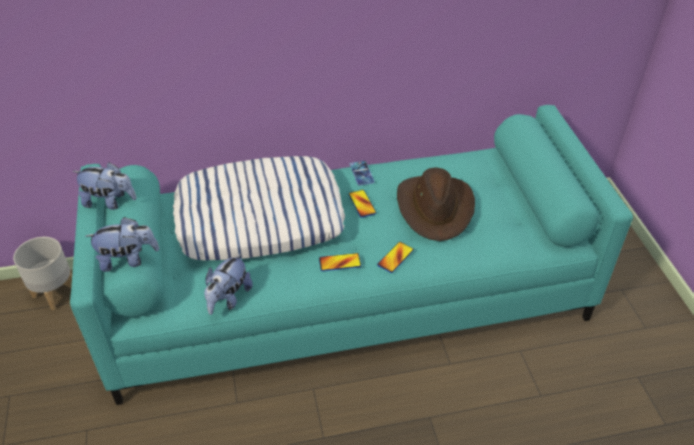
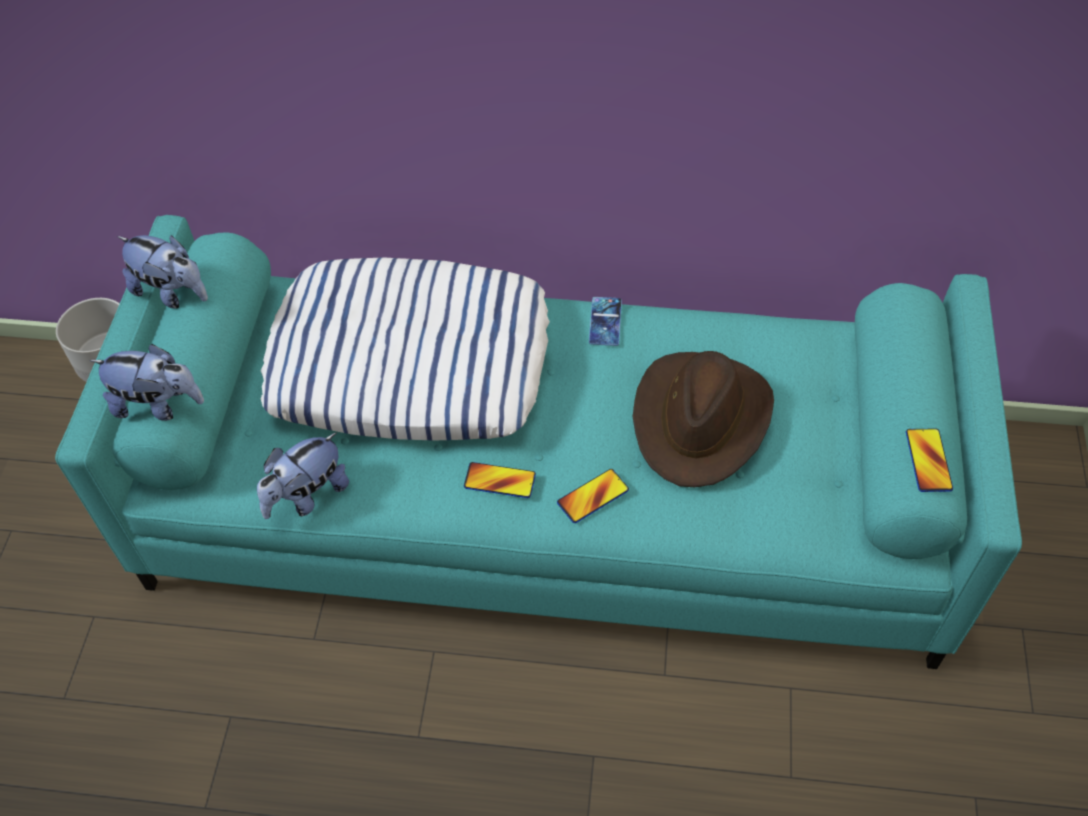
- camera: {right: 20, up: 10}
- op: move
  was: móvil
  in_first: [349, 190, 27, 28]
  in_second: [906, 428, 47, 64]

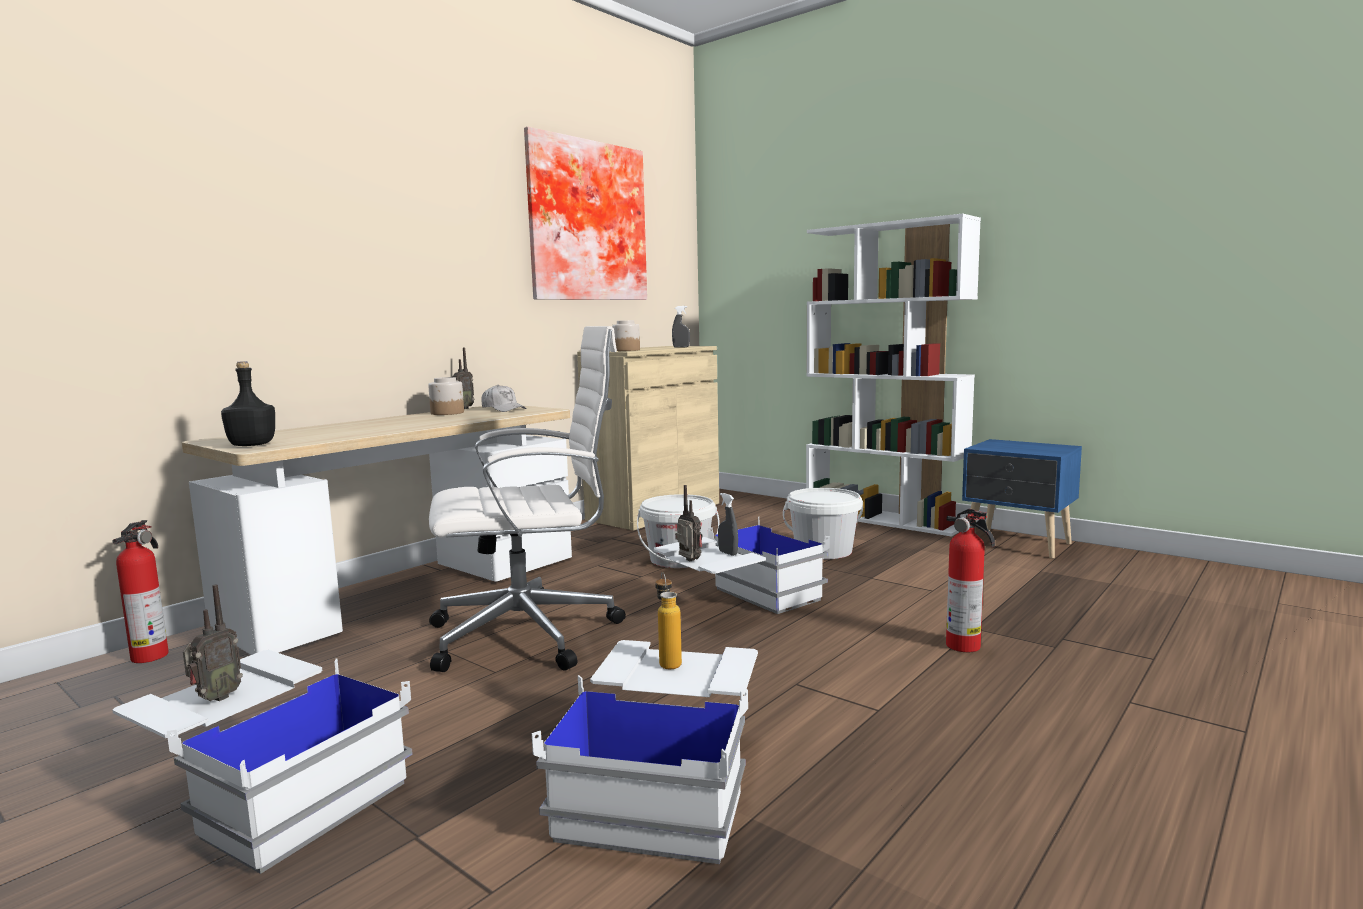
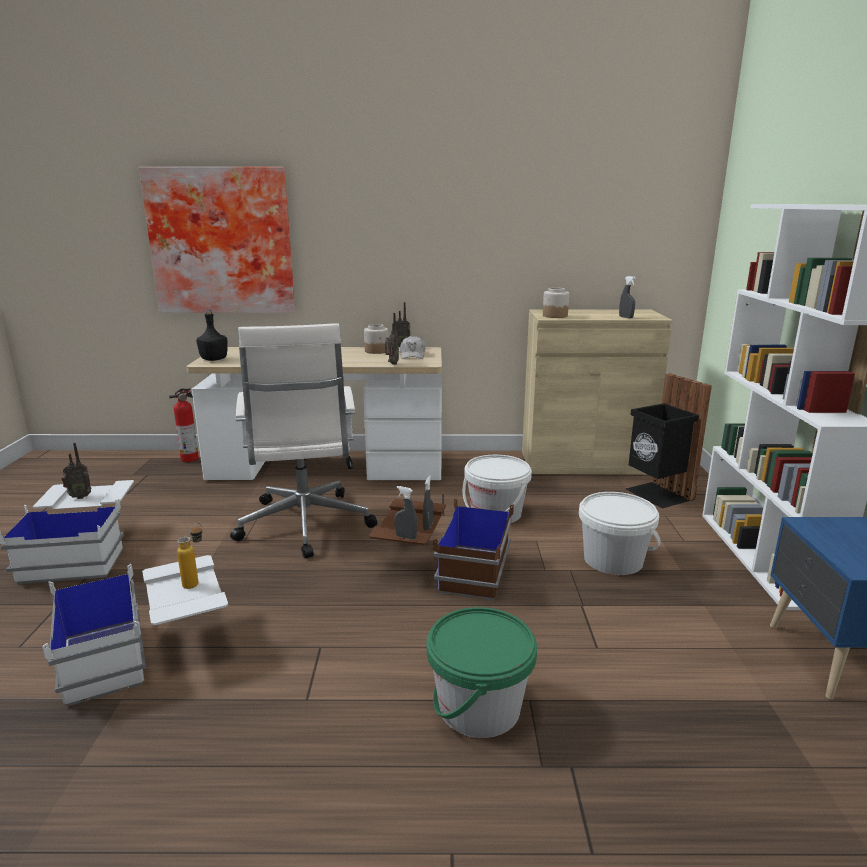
- camera: {right: 50, up: 10}
- op: move
  was: cuadro
  in_first: [524, 127, 123, 173]
  in_second: [139, 167, 156, 146]
- op: rotate
  was: silla de oficina/blanco
  in_first: [429, 326, 197, 346]
  in_second: [230, 323, 147, 235]
  clockwise: 45
- op: move
  was: radio
  in_first: [675, 485, 27, 76]
  in_second: [385, 313, 14, 52]
- op: replace
  was: extintor
  now: cubo/verde
  in_first: [946, 509, 49, 143]
  in_second: [427, 607, 110, 131]
- op: recolor
  was: caja de almacenaje/blanco
  now: caja de almacenaje/marrón
  in_first: [653, 516, 177, 98]
  in_second: [369, 498, 145, 102]
- op: insert
  now: papelera/negro
  in_second: [626, 373, 86, 136]
- op: insert
  now: pulverizador/gris
  in_second: [394, 486, 23, 54]

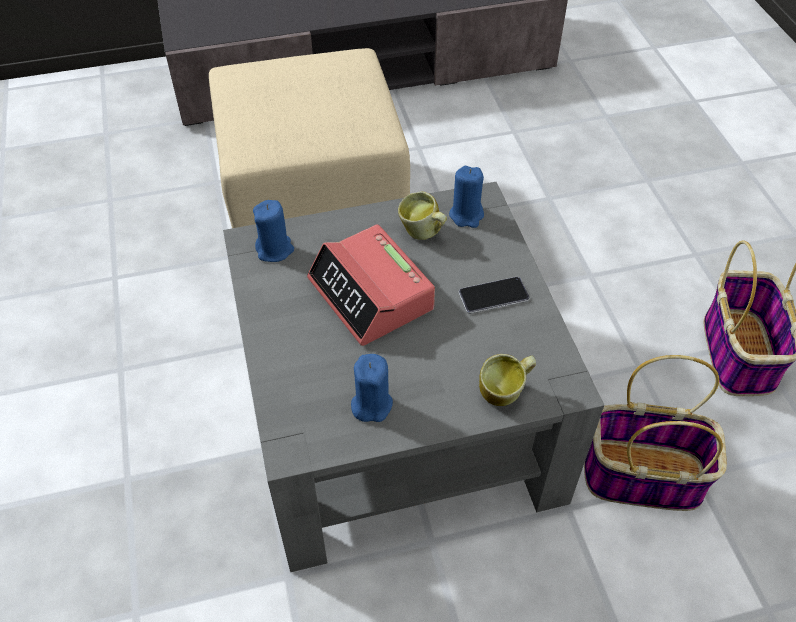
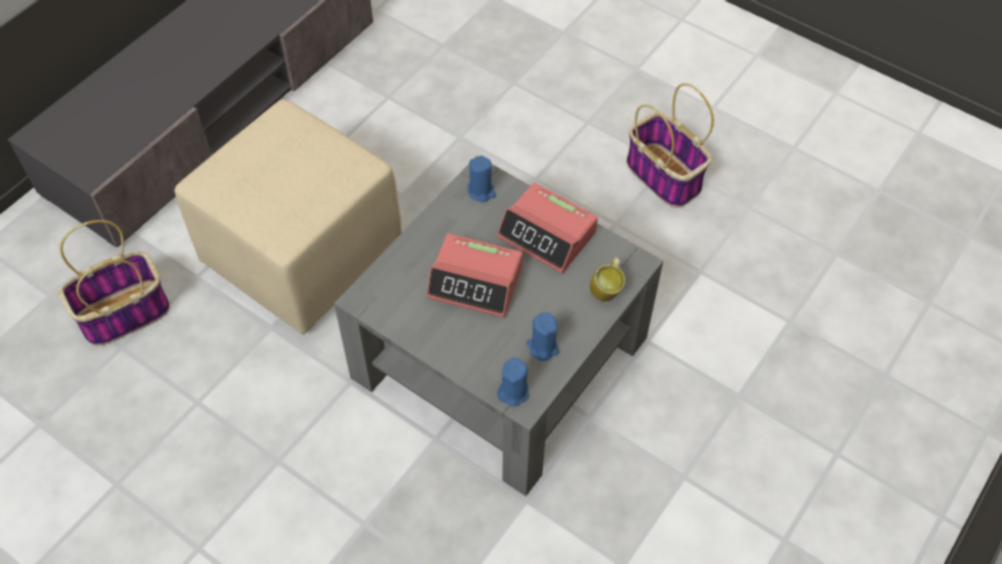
- camera: {right: -40, up: 5}
- op: delete
  was: taza grande
  in_first: [398, 191, 49, 49]
- op: move
  was: vela/azul
  in_first: [253, 200, 41, 62]
  in_second: [497, 358, 32, 49]
- op: replace
  was: móvil
  now: despertador
  in_first: [459, 277, 70, 37]
  in_second: [497, 183, 101, 90]
- op: move
  was: cesta
  in_first: [584, 355, 143, 156]
  in_second: [58, 220, 112, 126]

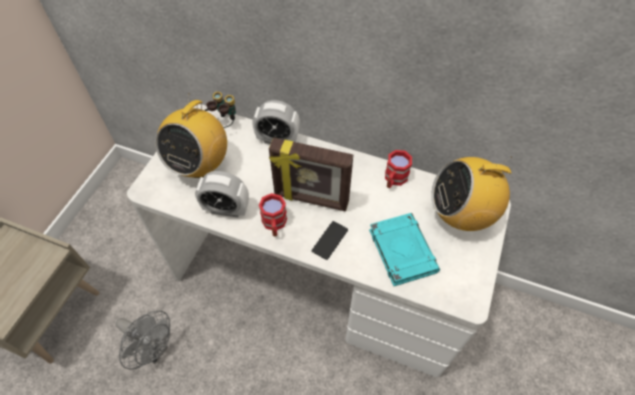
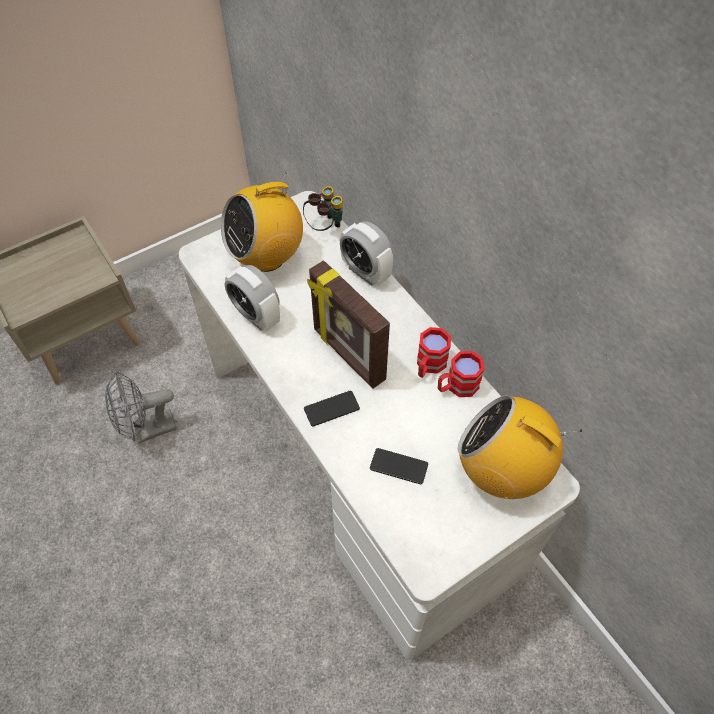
- camera: {right: 35, up: 0}
- op: move
  was: taza grande/rojo
  in_first: [259, 193, 28, 43]
  in_second: [417, 327, 34, 51]
- op: replace
  was: libro/turquesa
  now: móvil
  in_first: [369, 213, 71, 73]
  in_second: [370, 448, 58, 36]
- op: rotate
  was: ventilador/gris
  in_first: [115, 310, 55, 60]
  in_second: [105, 371, 72, 72]
  clockwise: 90

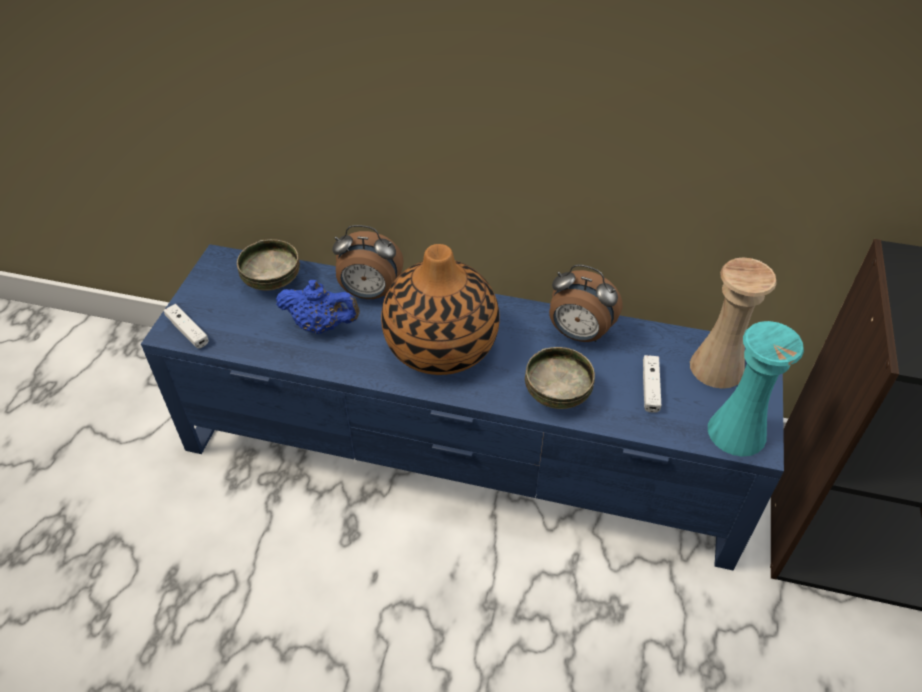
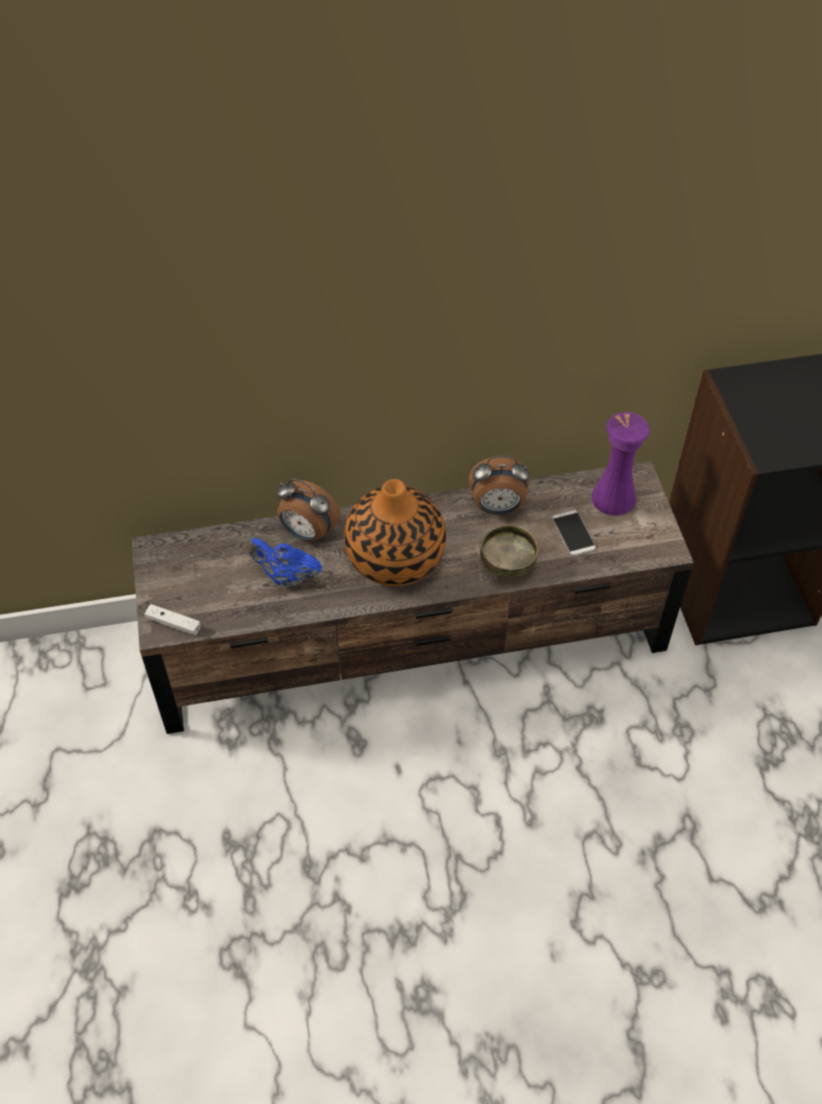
- camera: {right: -25, up: 5}
- op: rotate
  was: despertador
  in_first: [332, 225, 72, 74]
  in_second: [277, 479, 64, 63]
  clockwise: 45
- op: delete
  was: cuenco
  in_first: [237, 239, 63, 51]
- op: recolor
  was: mueble de televisión/azul
  now: mueble de televisión/marrón
  in_first: [141, 244, 643, 327]
  in_second: [132, 461, 562, 273]
- op: recolor
  was: florero/beis
  now: florero/morado
  in_first: [690, 257, 87, 132]
  in_second: [591, 412, 59, 104]
- op: rotate
  was: tetera/azul
  in_first: [276, 280, 84, 54]
  in_second: [248, 538, 74, 49]
  clockwise: -150
- op: delete
  was: florero/turquesa
  in_first: [708, 321, 96, 136]
- op: replace
  was: mando de consola/blanco
  now: móvil
  in_first: [643, 355, 18, 58]
  in_second: [552, 510, 44, 46]

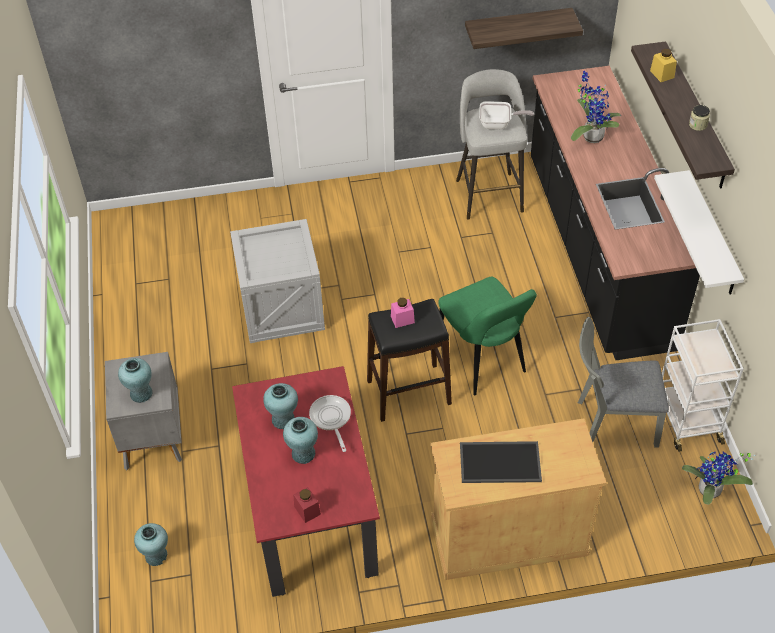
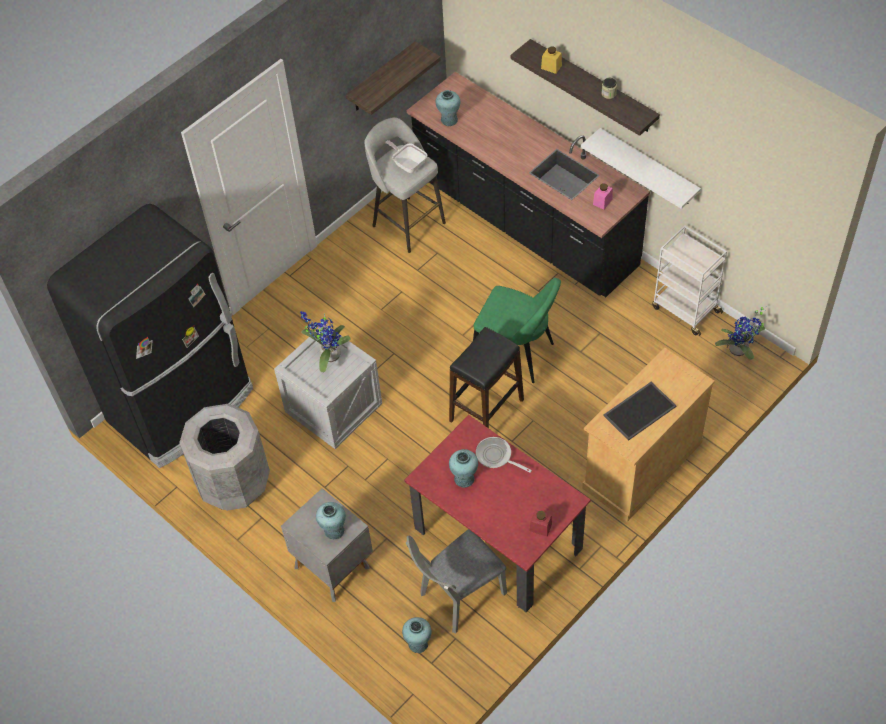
- camera: {right: -35, up: 5}
- op: move
  was: planta en maceta
  in_first: [571, 71, 50, 72]
  in_second: [300, 311, 51, 61]
- op: rotate
  was: sartén
  in_first: [479, 101, 55, 28]
  in_second: [385, 140, 42, 33]
  clockwise: -105
- op: move
  was: tarro/rosa
  in_first: [391, 298, 24, 30]
  in_second: [593, 183, 20, 27]
- op: move
  was: silla/gris
  in_first: [578, 317, 91, 131]
  in_second: [406, 529, 101, 105]
- op: move
  was: florero/turquesa
  in_first: [283, 417, 35, 47]
  in_second: [436, 90, 24, 36]
- op: insert
  now: nevera/negro
  in_second: [47, 204, 206, 264]
- op: insert
  now: papelera/gris
  in_second: [179, 404, 91, 107]

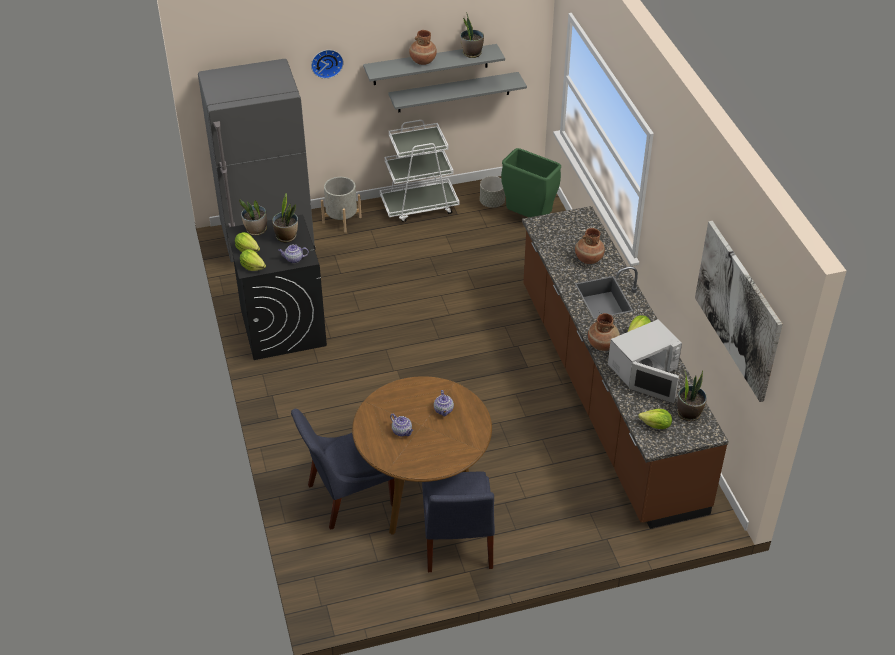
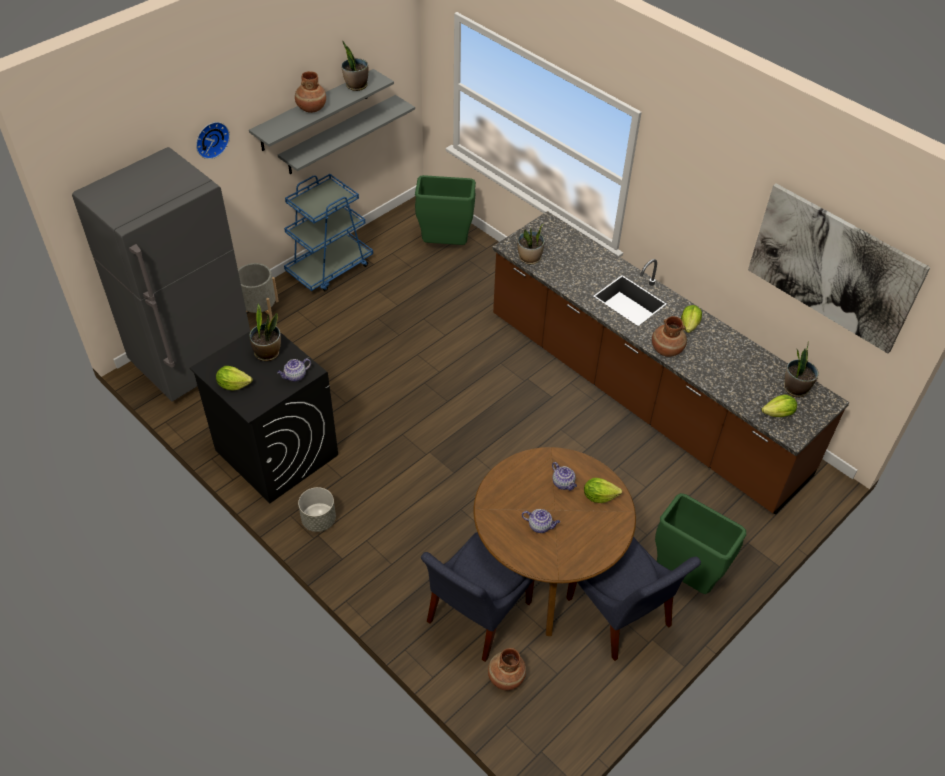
- camera: {right: -30, up: 5}
- op: recolor
  was: carrito/blanco
  now: carrito/azul
  in_first: [380, 120, 79, 102]
  in_second: [284, 174, 89, 117]
- op: move
  was: maceta/gris
  in_first: [480, 176, 25, 32]
  in_second: [298, 487, 38, 45]
- op: move
  was: planta en maceta
  in_first: [239, 199, 28, 37]
  in_second: [517, 224, 27, 40]
- op: move
  was: florero/marrón
  in_first: [575, 228, 30, 36]
  in_second: [488, 648, 38, 42]
- op: move
  was: lechuga
  in_first: [240, 249, 26, 22]
  in_second: [584, 478, 38, 25]
- op: delete
  was: microondas/blanco
  in_first: [608, 319, 74, 84]
- op: insert
  now: papelera/verde
  in_second: [655, 493, 91, 101]

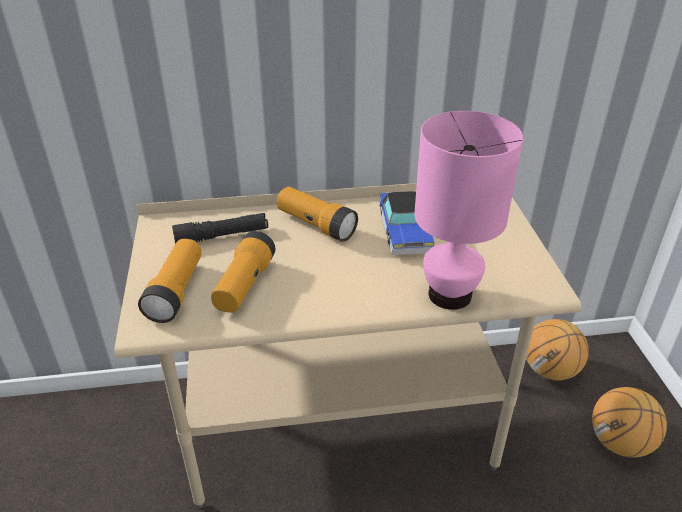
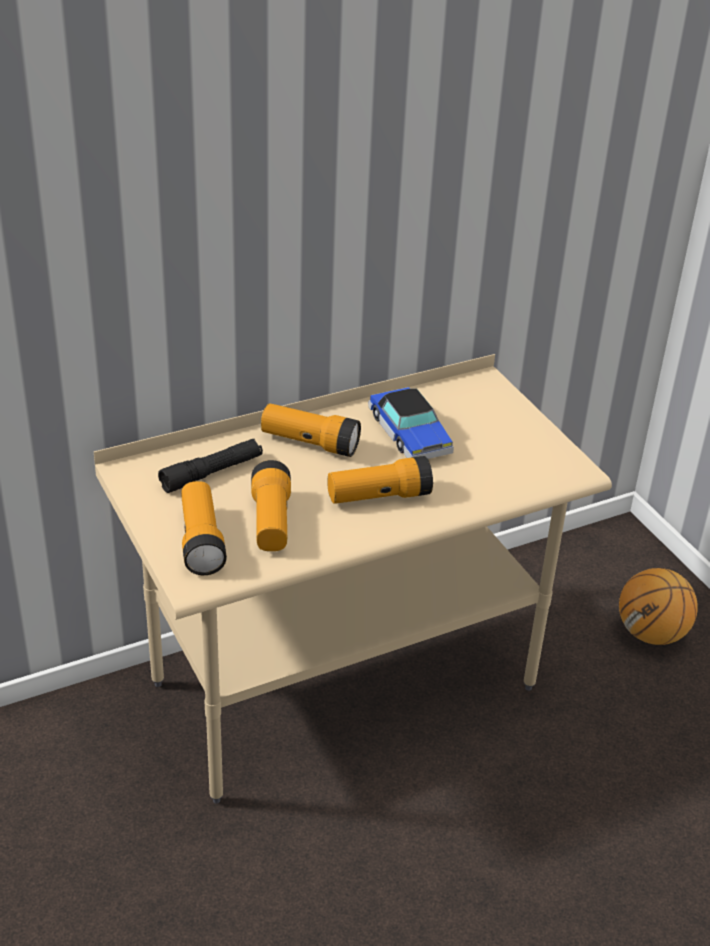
- camera: {right: -20, up: 0}
- op: delete
  was: lámpara de mesa/rosa
  in_first: [414, 111, 109, 199]
- op: delete
  was: balón de baloncesto
  in_first: [526, 319, 63, 62]
- op: insert
  now: linterna
  in_second: [328, 456, 105, 48]

